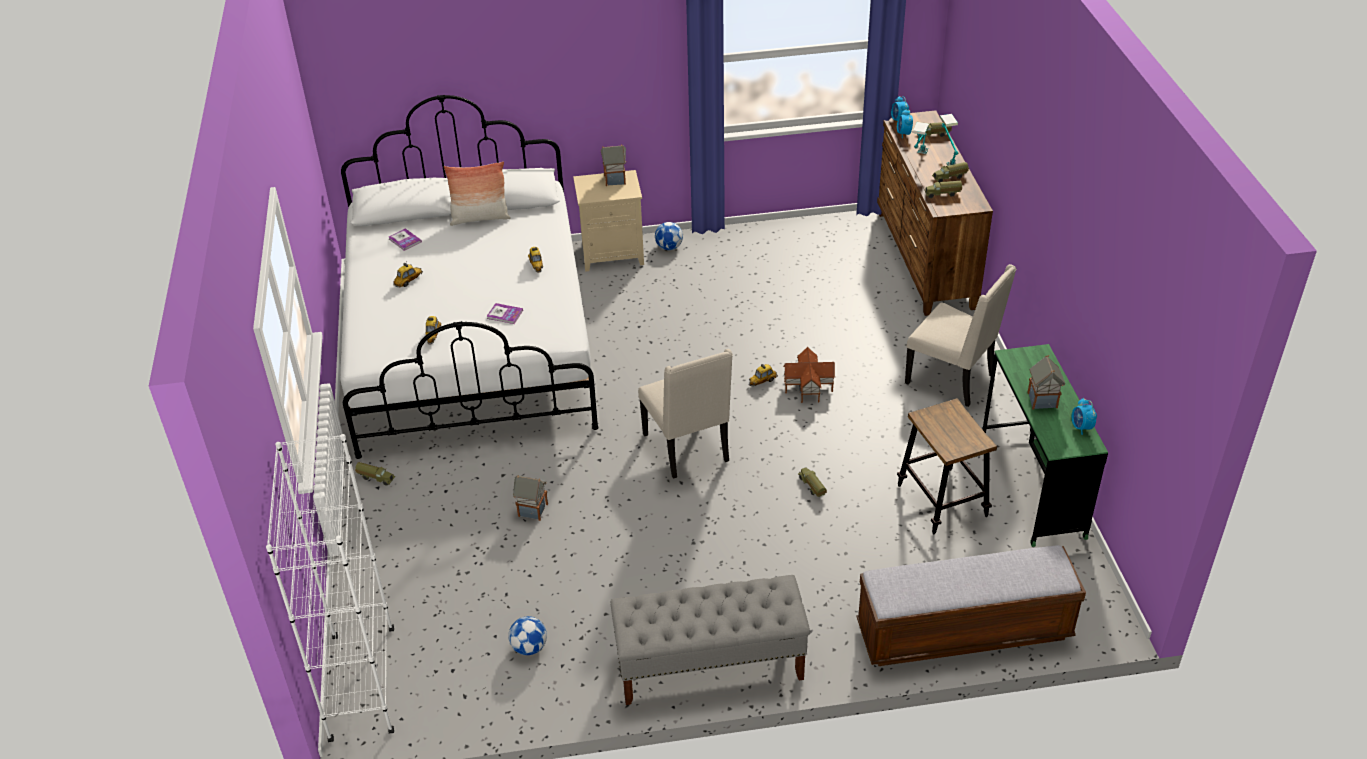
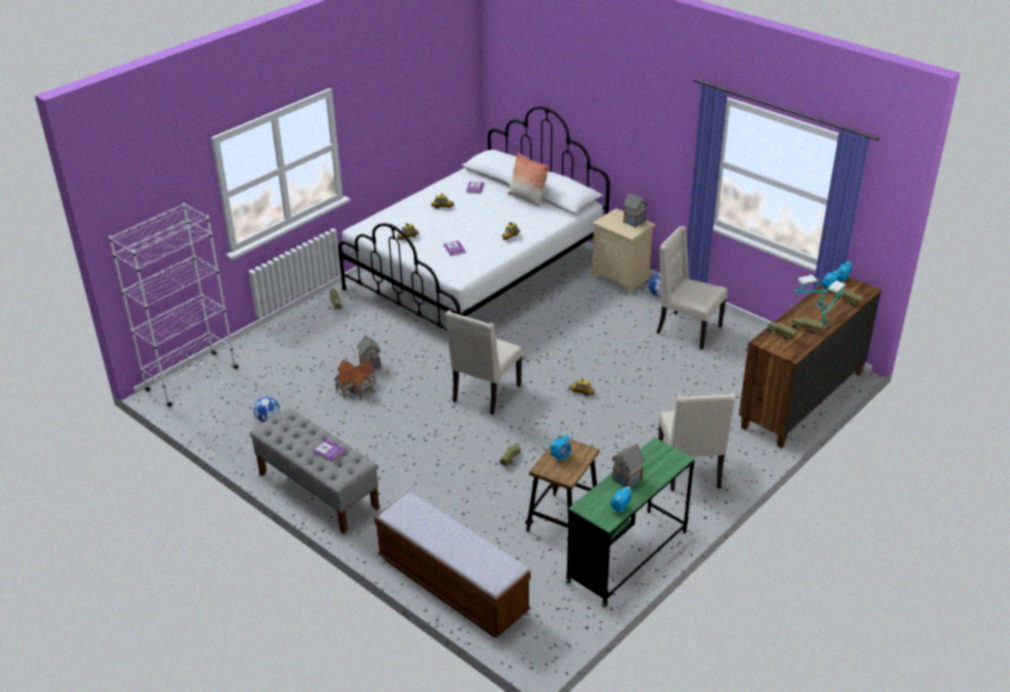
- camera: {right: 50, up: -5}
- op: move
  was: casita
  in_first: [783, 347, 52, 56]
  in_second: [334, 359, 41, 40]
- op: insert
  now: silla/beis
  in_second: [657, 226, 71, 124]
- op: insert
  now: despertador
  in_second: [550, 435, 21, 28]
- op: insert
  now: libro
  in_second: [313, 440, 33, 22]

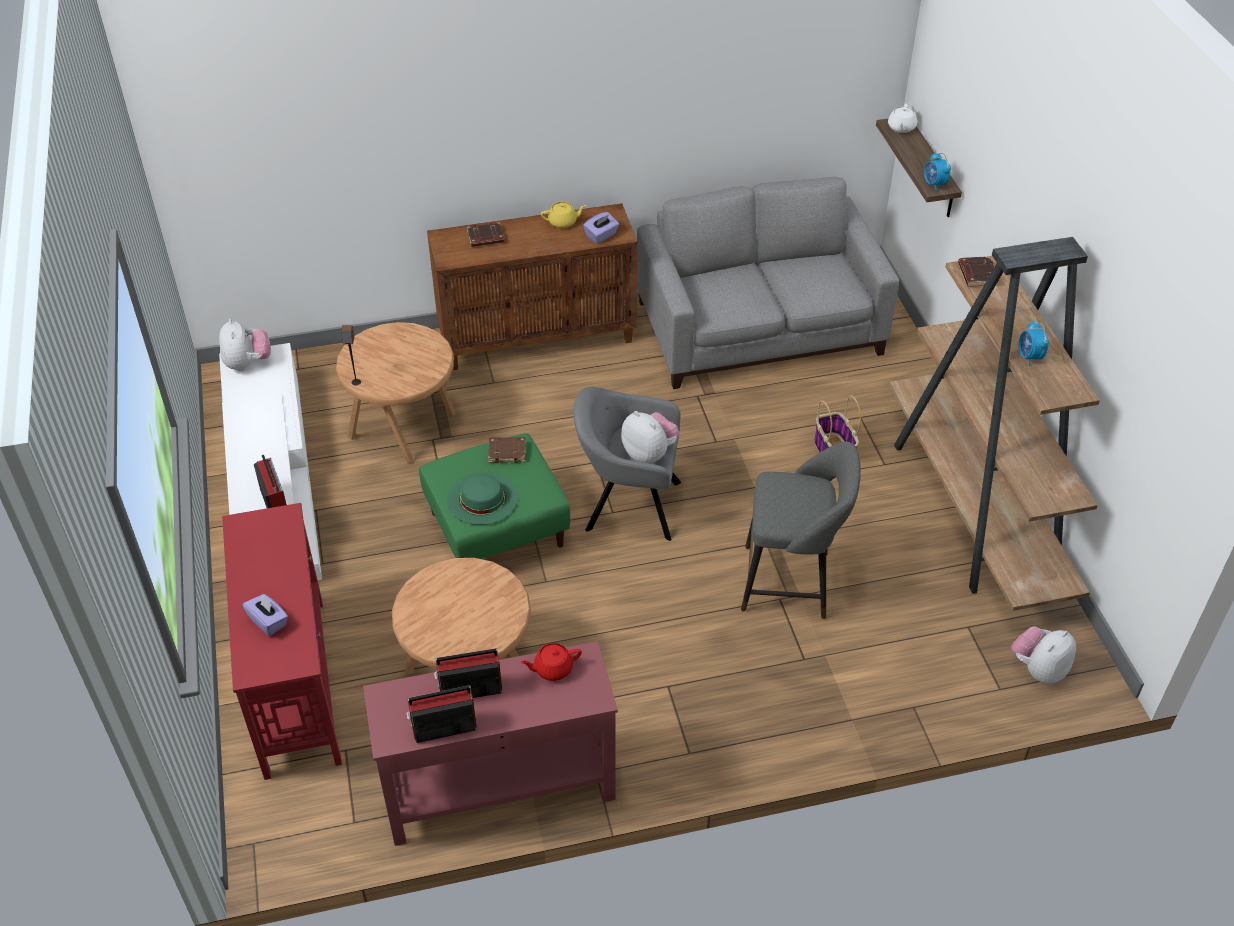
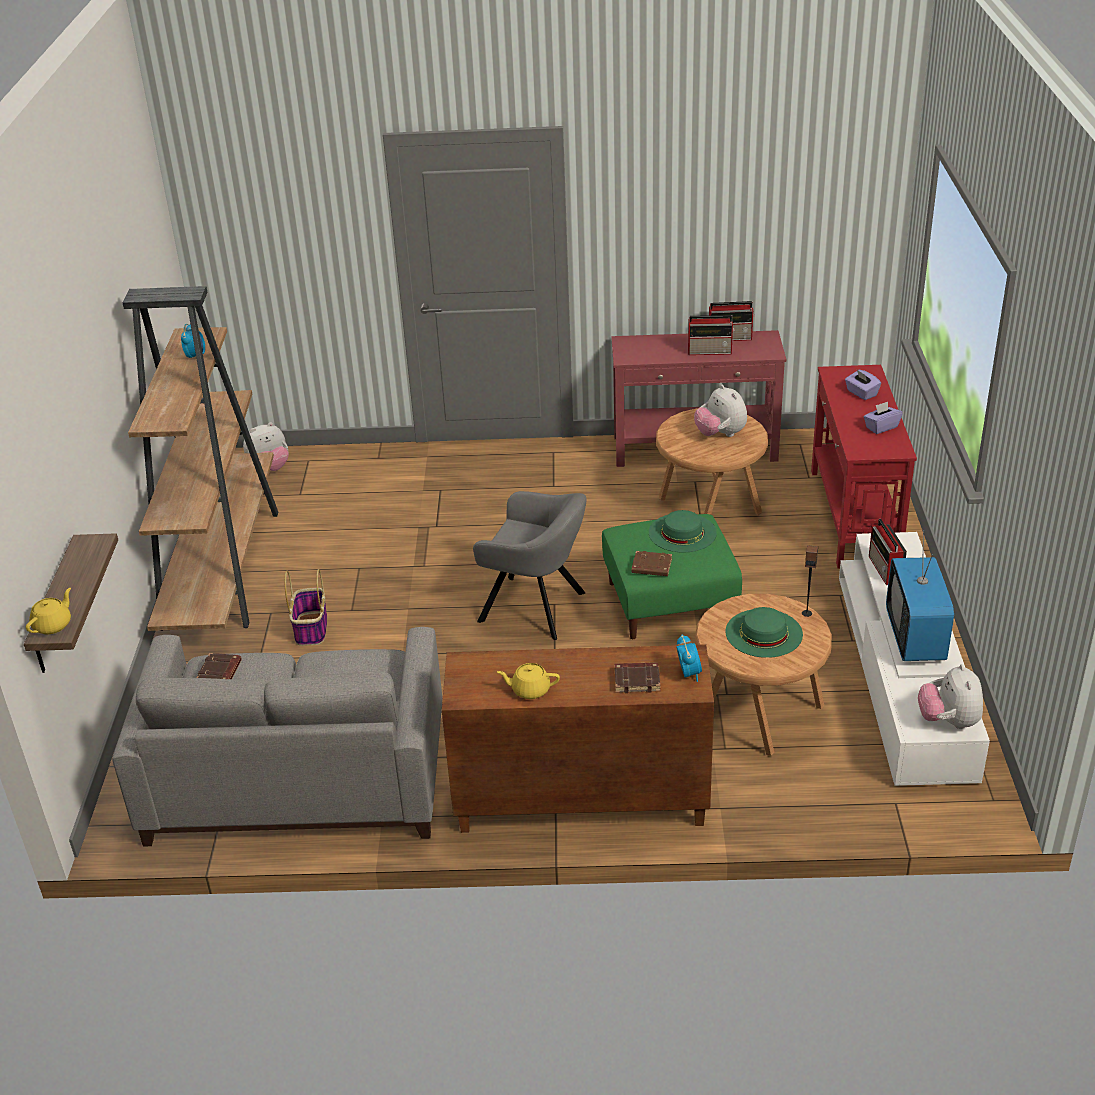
- camera: {right: -165, up: -10}
- op: recolor
  was: tetera/blanco
  now: tetera/amarillo
  in_first: [888, 104, 29, 29]
  in_second: [26, 588, 45, 46]
- op: move
  was: despertador
  in_first: [924, 152, 27, 39]
  in_second: [676, 635, 26, 47]
- op: move
  was: caja de pañuelos/morado
  in_first: [583, 212, 36, 32]
  in_second: [864, 401, 39, 33]
- op: move
  was: libro/marrón
  in_first: [958, 256, 42, 31]
  in_second: [196, 653, 46, 26]
- op: move
  was: peluche
  in_first: [621, 411, 58, 53]
  in_second: [694, 385, 53, 52]
- op: delete
  was: taburete/gris
  in_first: [741, 441, 120, 178]
- op: delete
  was: tetera/rojo
  in_first: [521, 643, 61, 38]
- op: insert
  now: televisor
  in_second: [886, 530, 68, 131]
- op: insert
  now: sombrero/verde
  in_second: [725, 607, 78, 51]

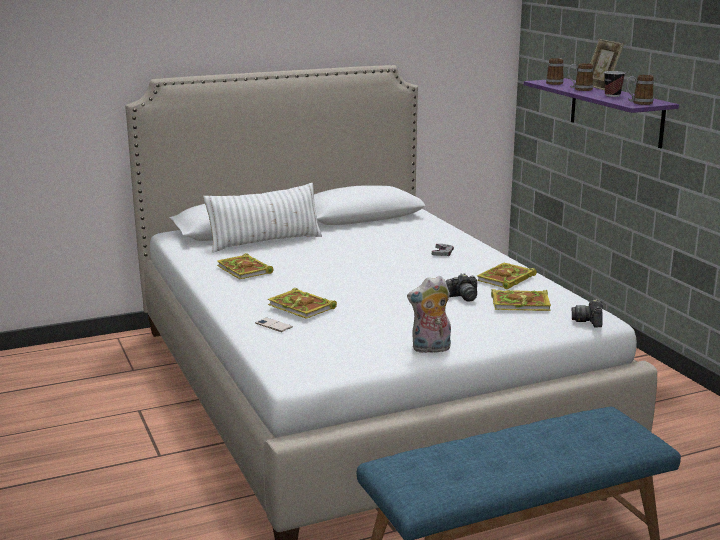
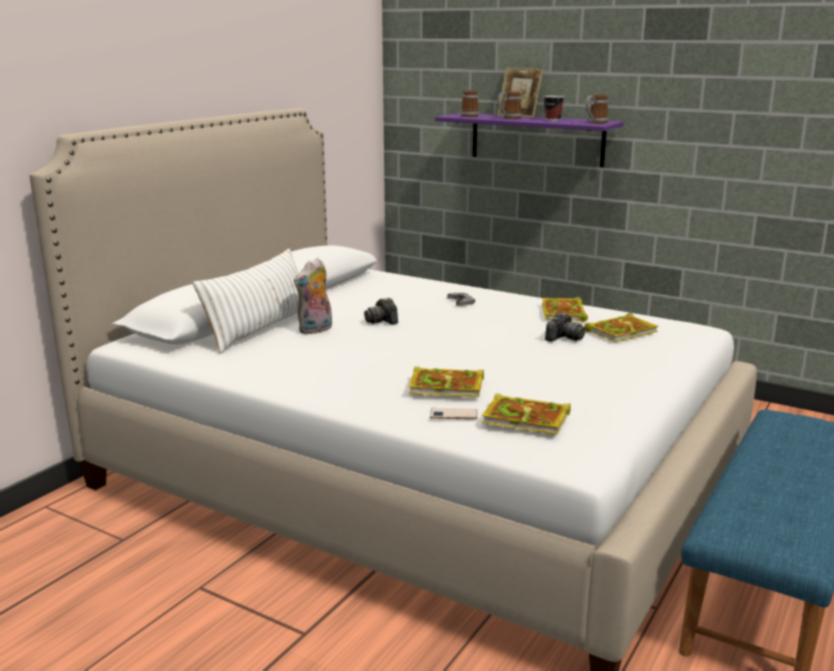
- camera: {right: -35, up: 0}
- op: move
  was: libro
  in_first: [217, 253, 56, 26]
  in_second: [482, 393, 89, 41]
- op: move
  was: peluche
  in_first: [407, 276, 44, 77]
  in_second: [294, 258, 38, 76]
- op: move
  was: cámara
  in_first: [572, 299, 31, 28]
  in_second: [364, 298, 34, 27]

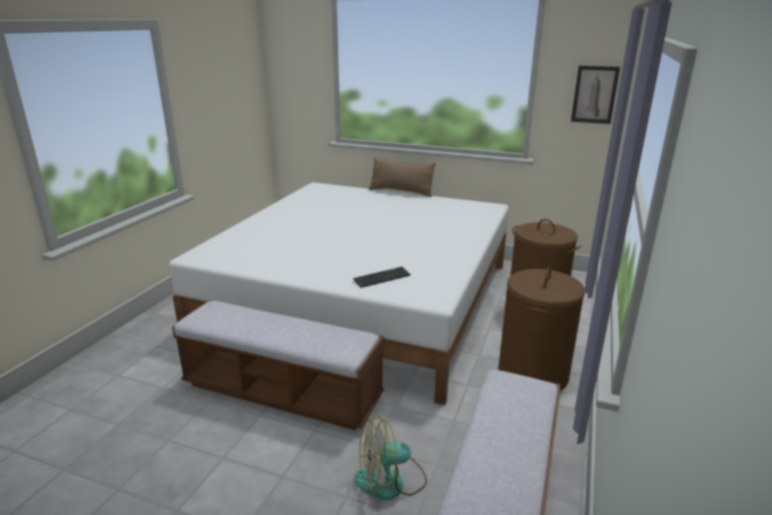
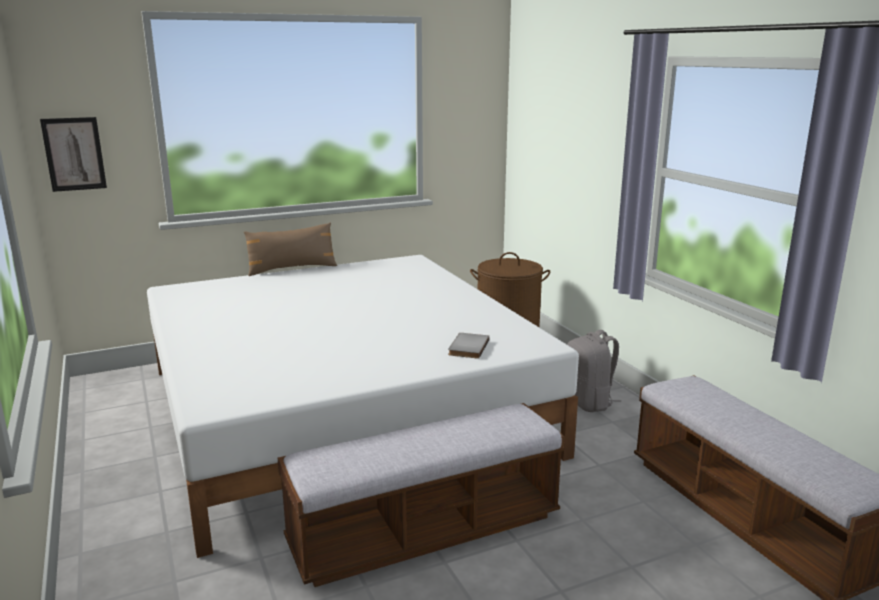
- camera: {right: -45, up: -5}
- op: move
  was: cuadro
  in_first: [571, 66, 49, 58]
  in_second: [40, 117, 67, 75]
- op: replace
  was: teclado
  now: libro/gris
  in_first: [353, 267, 58, 21]
  in_second: [448, 333, 41, 26]
- op: replace
  was: cesto de la ropa/marrón
  now: mochila/gris
  in_first: [498, 267, 87, 124]
  in_second: [567, 330, 54, 82]
- op: delete
  was: ventilador
  in_first: [355, 416, 72, 84]

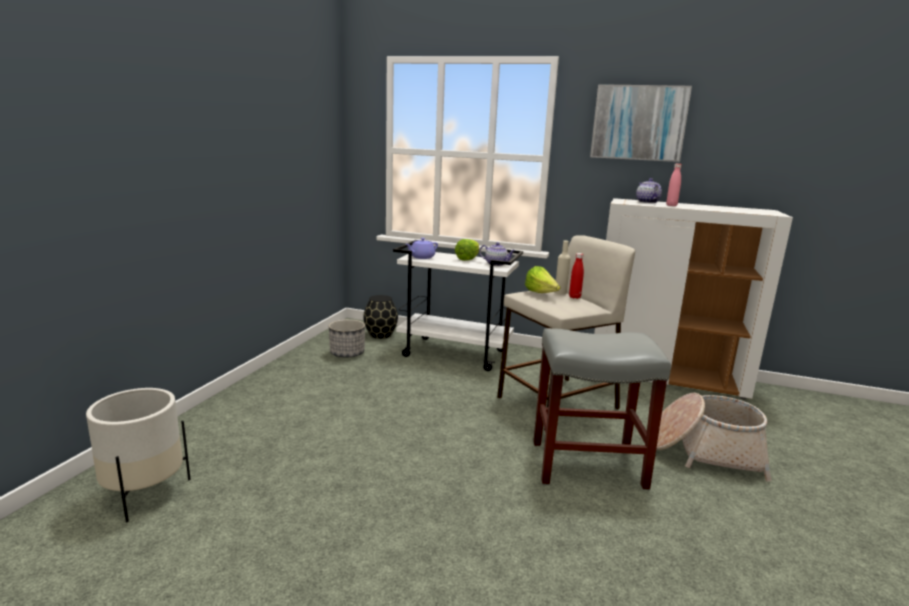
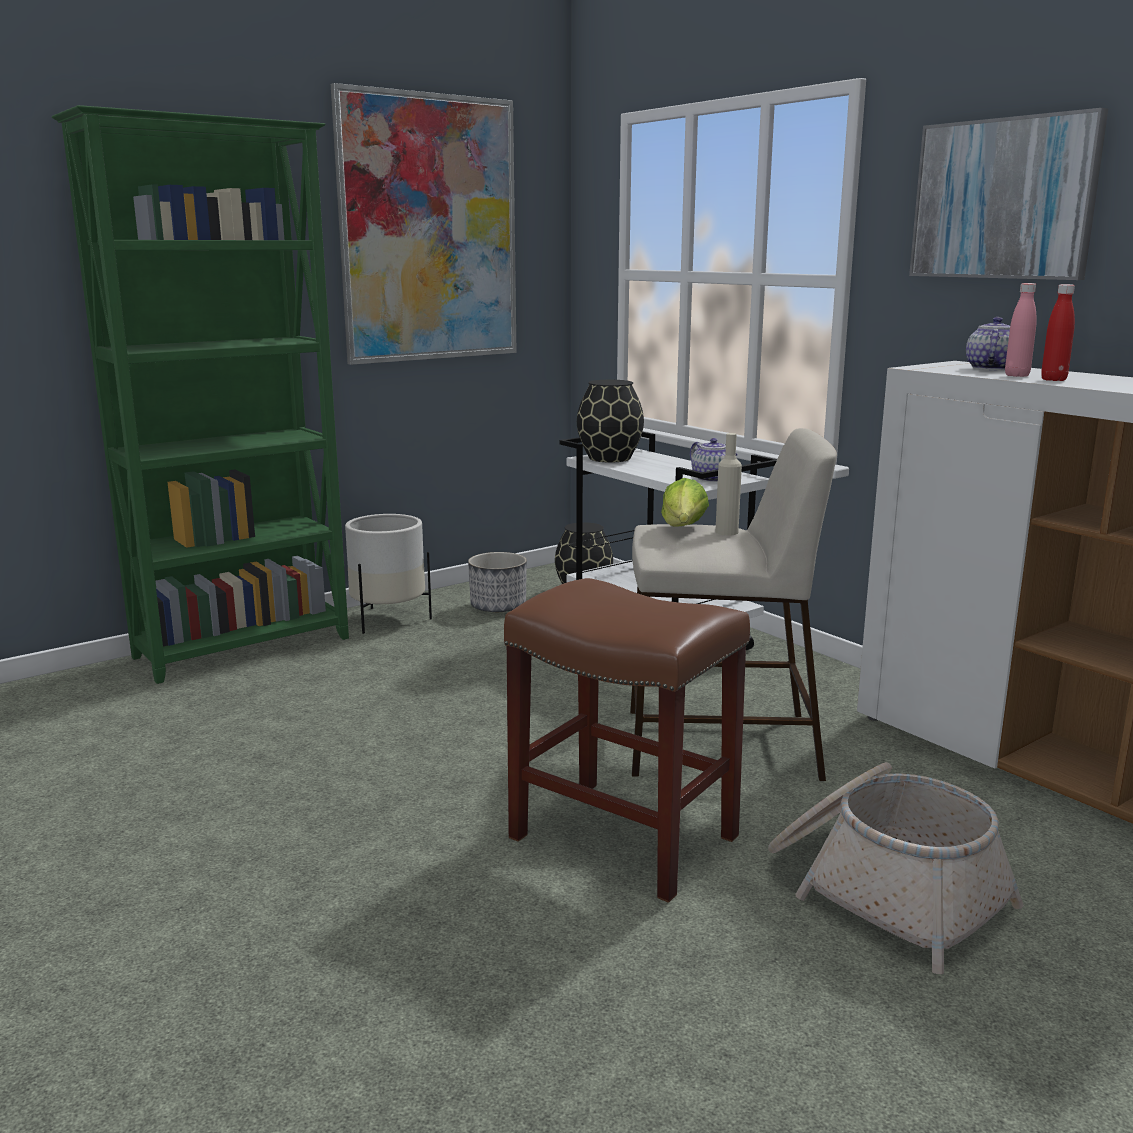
- camera: {right: 35, up: 0}
- op: replace
  was: tetera/morado
  now: florero/negro
  in_first: [406, 238, 32, 21]
  in_second: [577, 380, 67, 83]
- op: delete
  was: lechuga
  in_first: [455, 239, 24, 22]
- op: move
  was: botella/rojo
  in_first: [569, 253, 15, 46]
  in_second: [1041, 284, 34, 97]
- op: recolor
  was: taburete/gris
  now: taburete/marrón
  in_first: [533, 328, 138, 162]
  in_second: [504, 578, 246, 325]
- op: move
  was: maceta/blanco
  in_first: [86, 388, 105, 134]
  in_second: [345, 514, 87, 120]
- op: insert
  now: cuadro
  in_second: [331, 83, 186, 282]
- op: insert
  now: estantería/verde
  in_second: [52, 105, 297, 579]

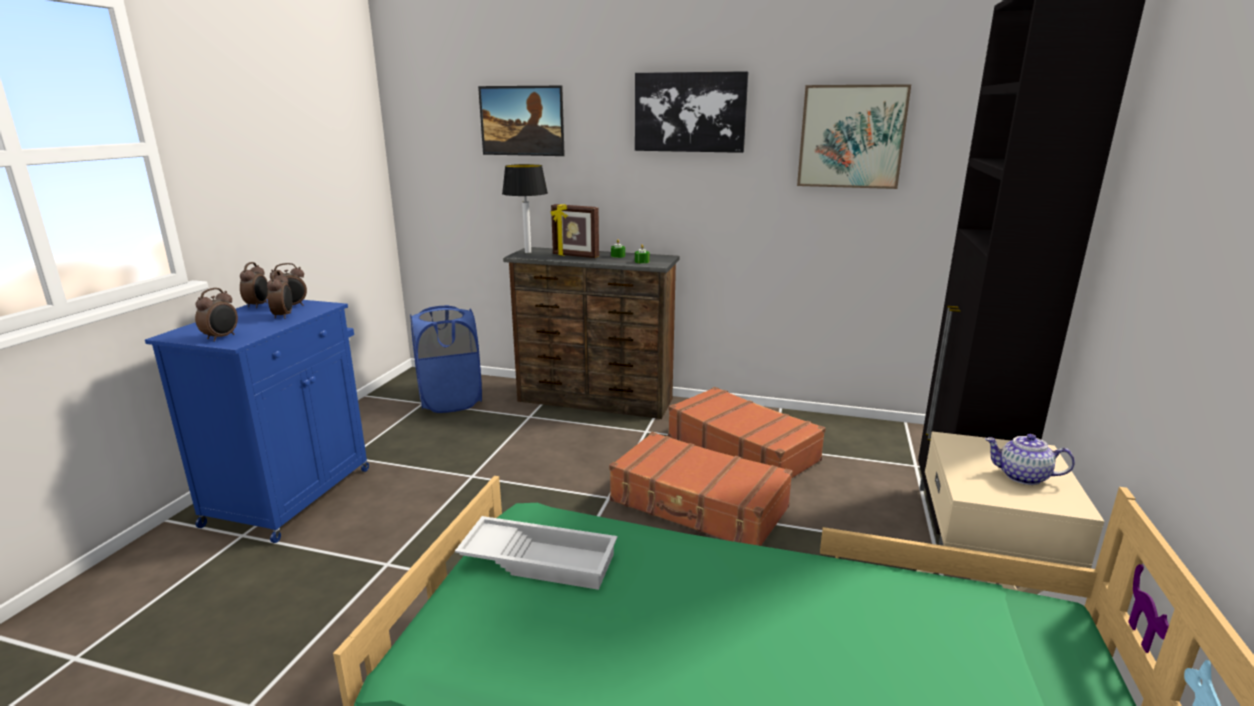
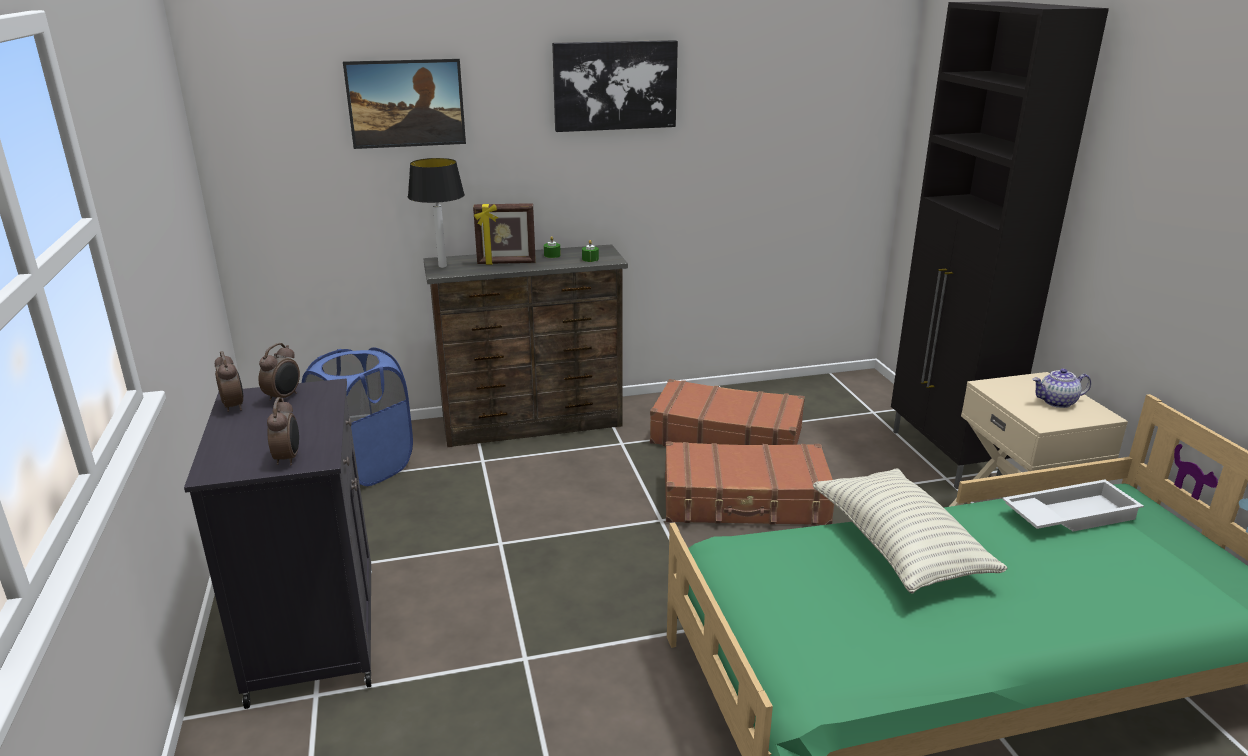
- camera: {right: -30, up: 5}
- op: delete
  was: cuadro
  in_first: [797, 84, 114, 105]
- op: delete
  was: despertador
  in_first: [267, 271, 26, 48]
- op: recolor
  was: armario/azul
  now: armario/negro
  in_first: [145, 298, 224, 245]
  in_second: [184, 379, 188, 330]
- op: move
  was: bandeja/blanco
  in_first: [455, 516, 162, 74]
  in_second: [1002, 479, 142, 52]
- op: insert
  now: cojín
  in_second: [813, 469, 195, 125]

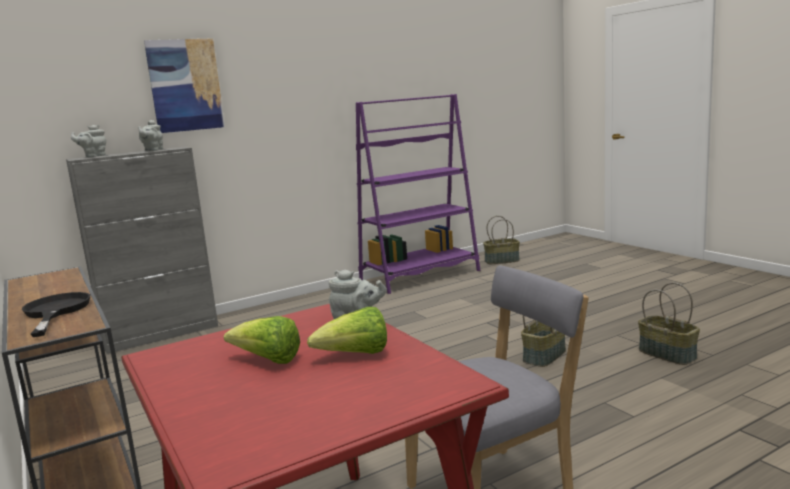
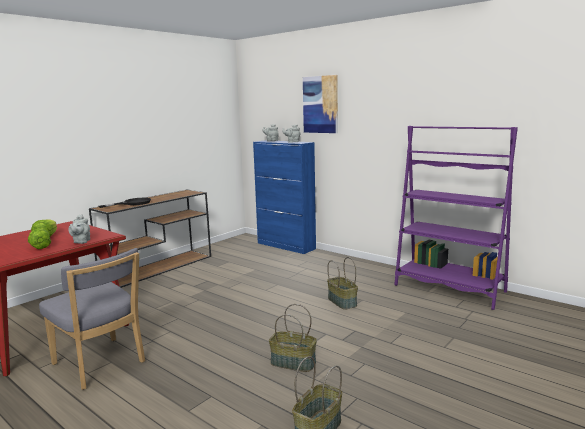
- camera: {right: 70, up: 0}
- op: recolor
  was: armario/gris
  now: armario/azul
  in_first: [66, 147, 152, 207]
  in_second: [253, 140, 63, 114]
- op: move
  was: cesta
  in_first: [483, 216, 37, 48]
  in_second: [327, 257, 31, 53]

